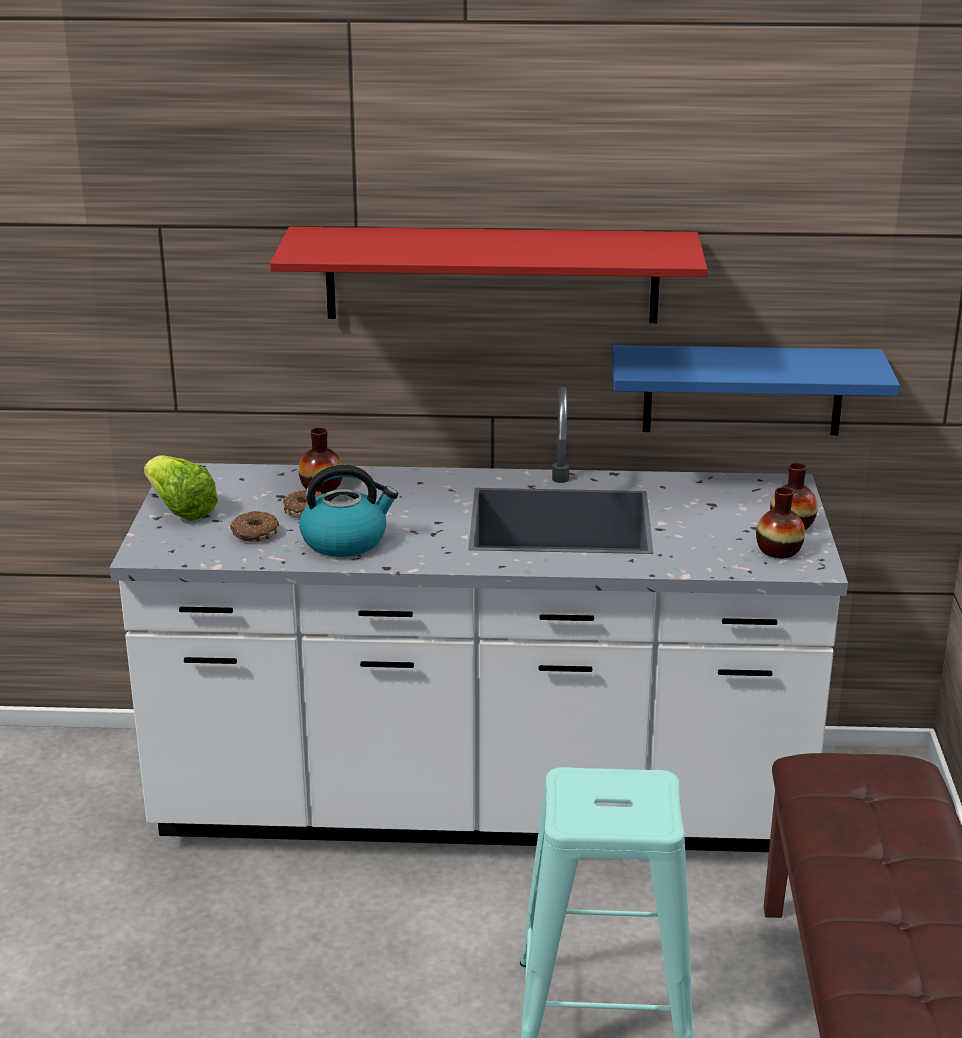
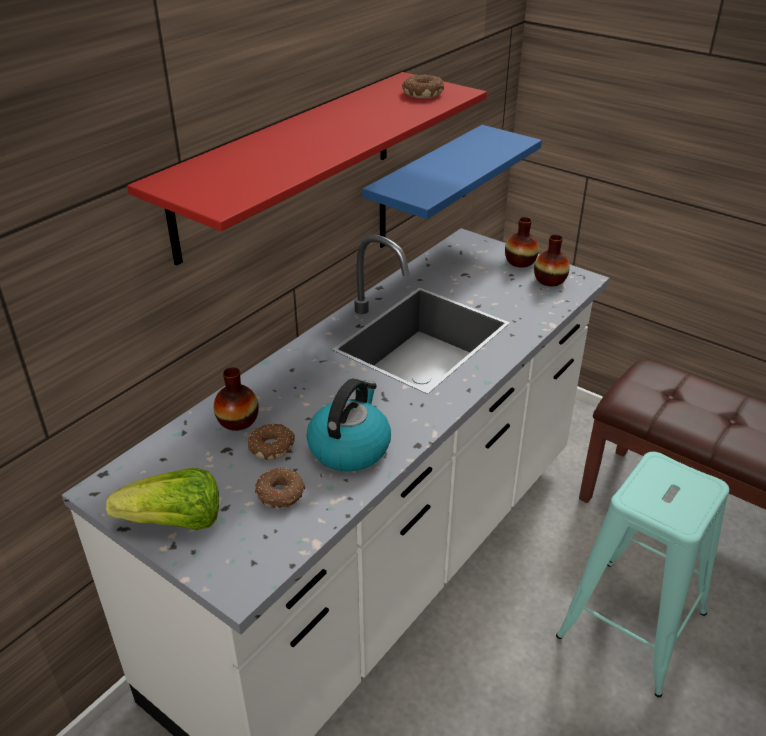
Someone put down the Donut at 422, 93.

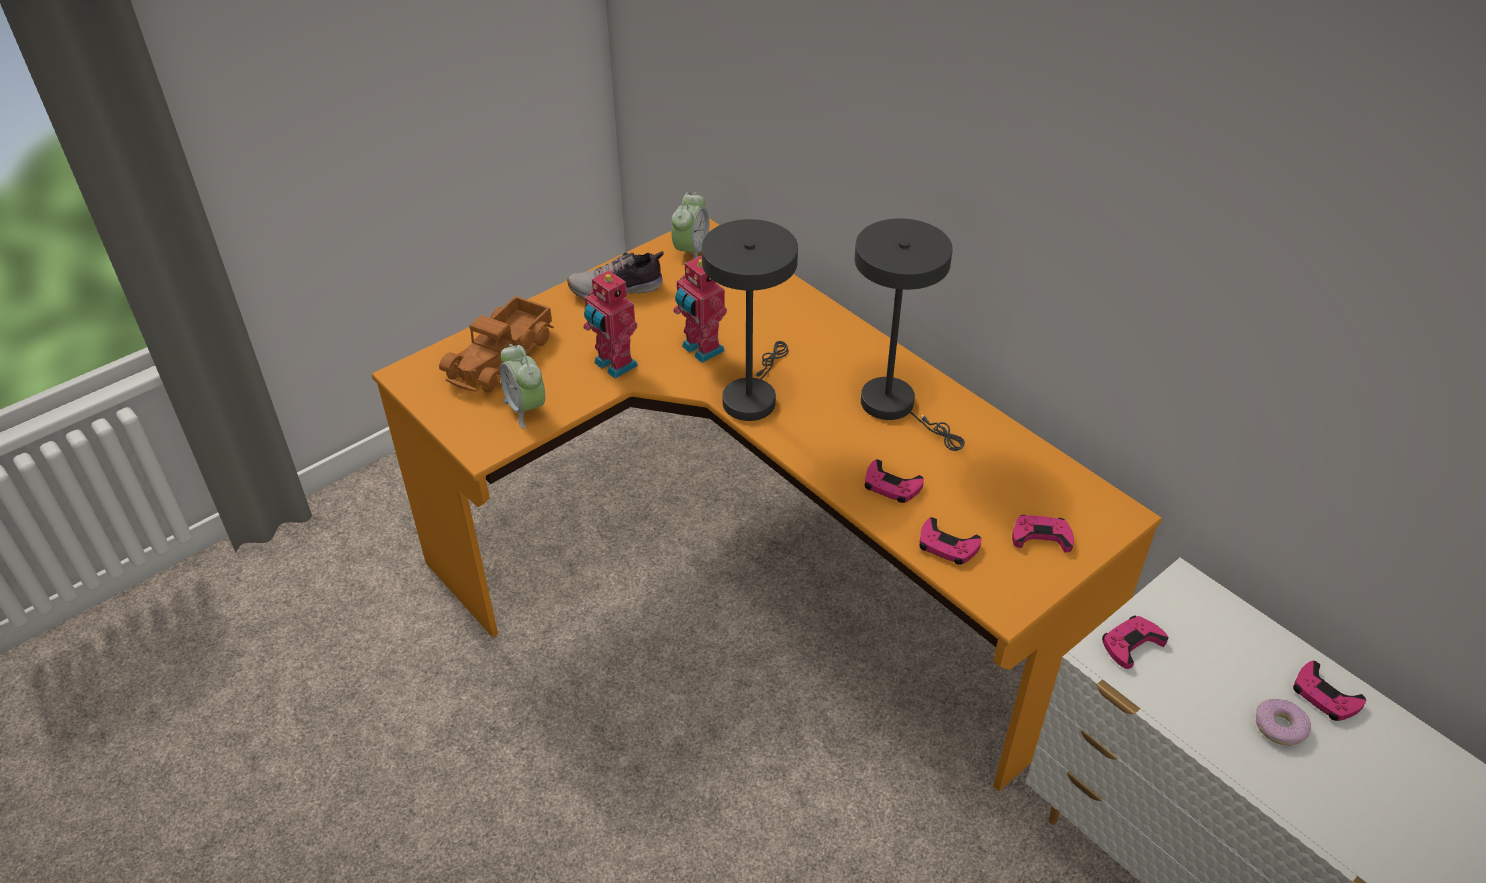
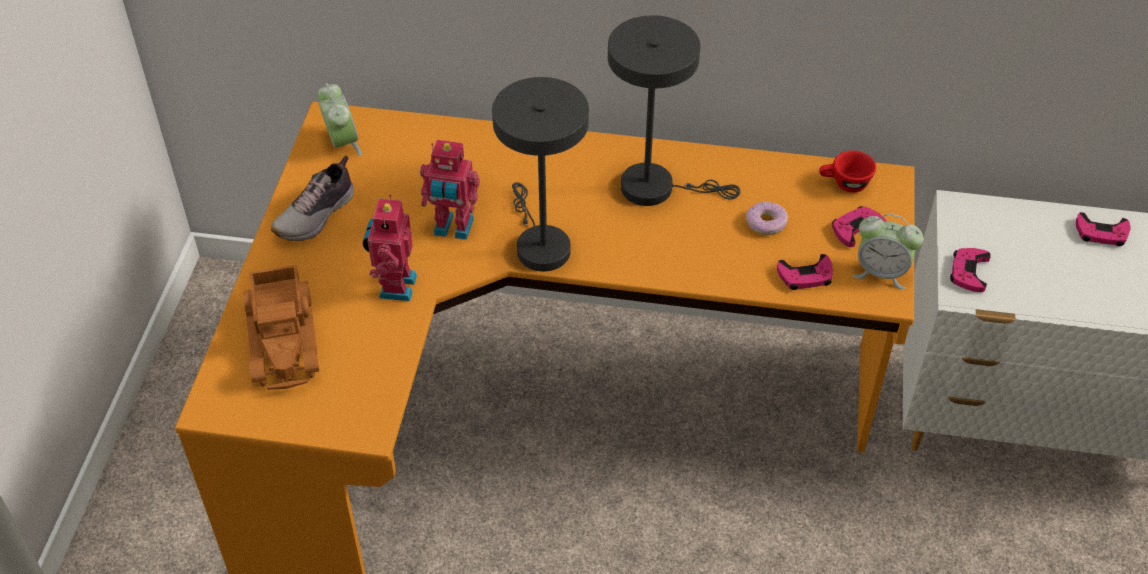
Someone carried the Wecker from 526, 408 to 881, 272. Someone rotated the Spielzeugroboter at 613, 365 by 90 degrees clockwise. Someone took away the Gamepad (rosa) at 891, 486. Someone carried the Donut from 1279, 727 to 766, 223. Someone put down the Tasse (rot) at 844, 184.

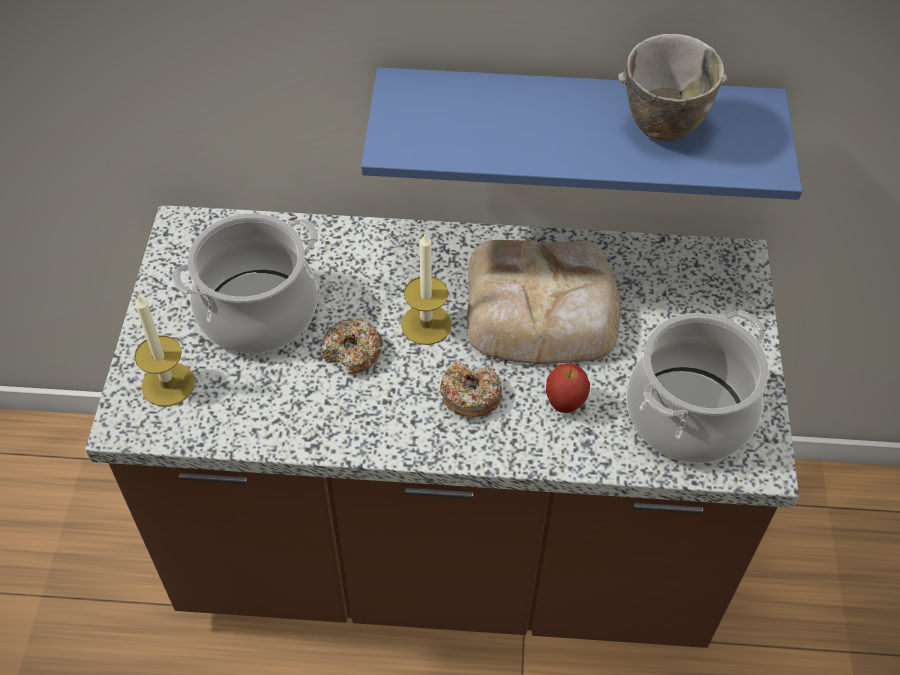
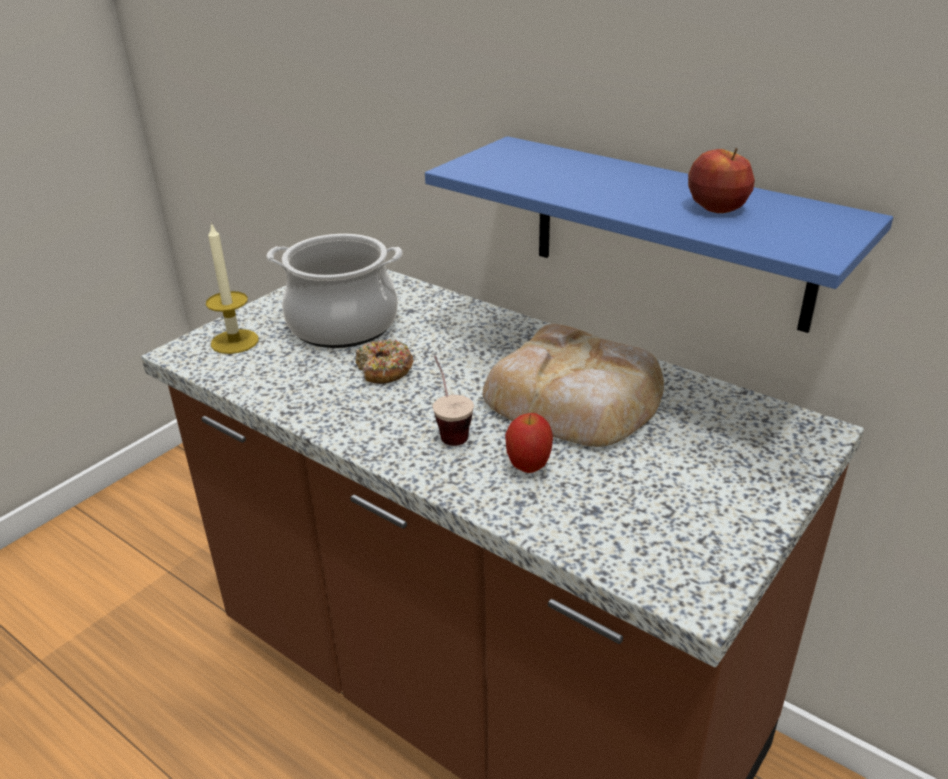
Someone took away the Kerze at 426, 324. Someone swapped the Donut at 470, 395 for the Tasse at 449, 429. Someone swapped the Schüssel at 658, 129 for the Apfel at 716, 208. Someone took away the Kochtopf at 688, 413.

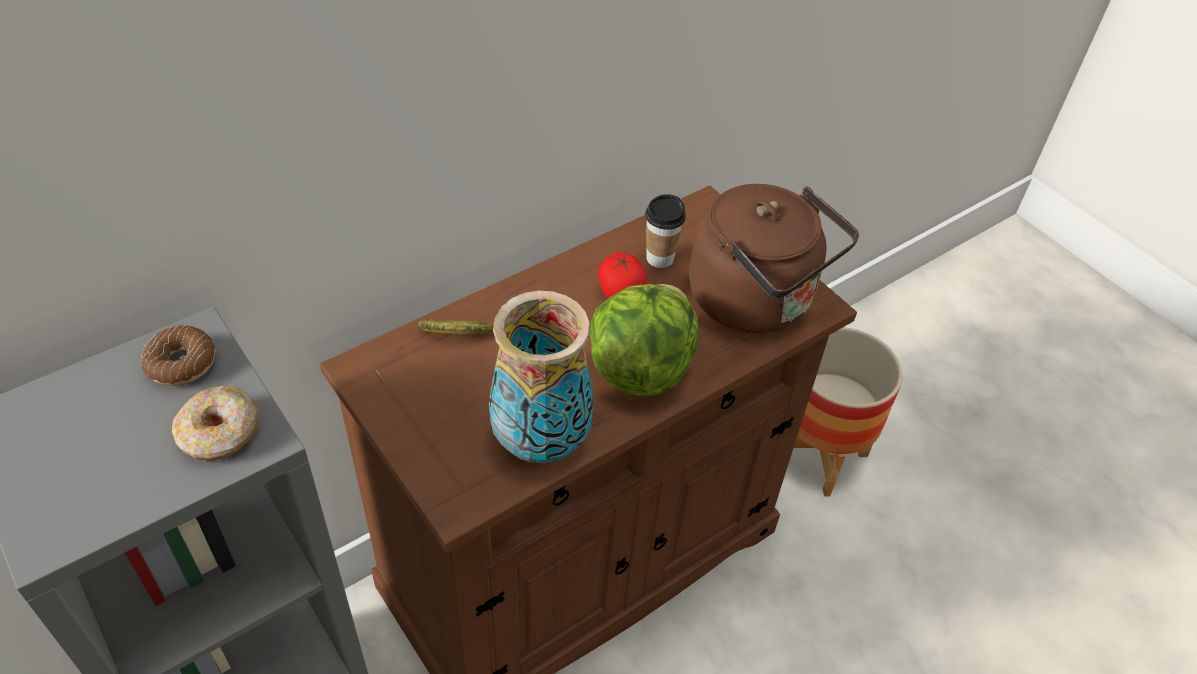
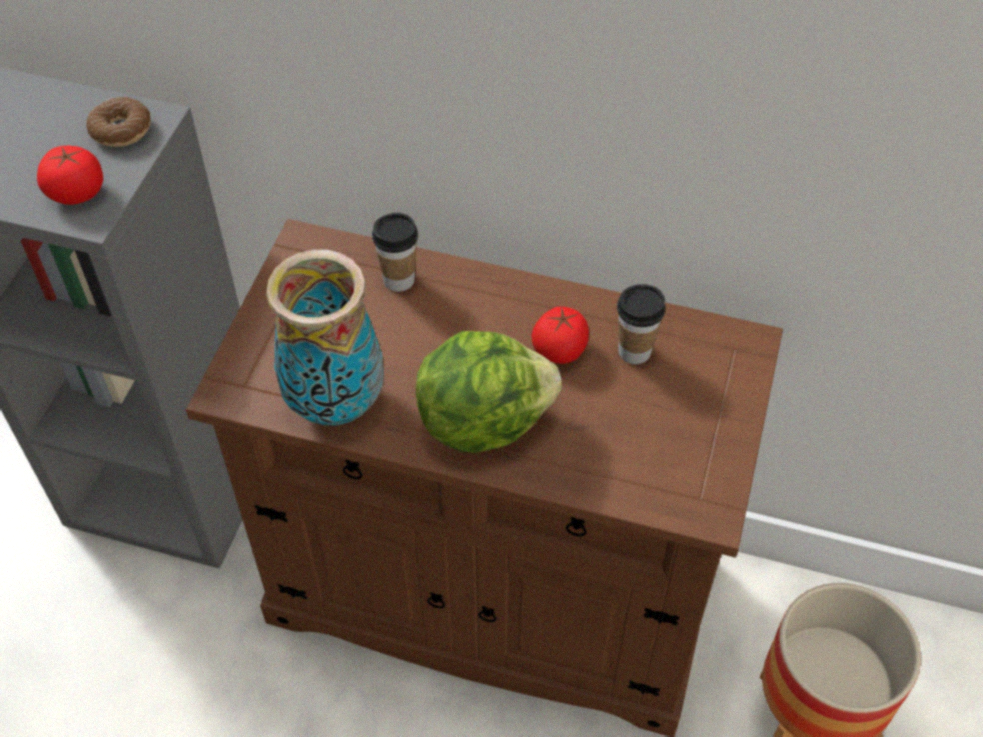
Someone swapped the Donut at 220, 433 for the Tomate at 77, 192. Someone swapped the Banane at 462, 335 for the Tasse at 399, 280. Someone took away the Wasserkessel (braun) at 757, 302.

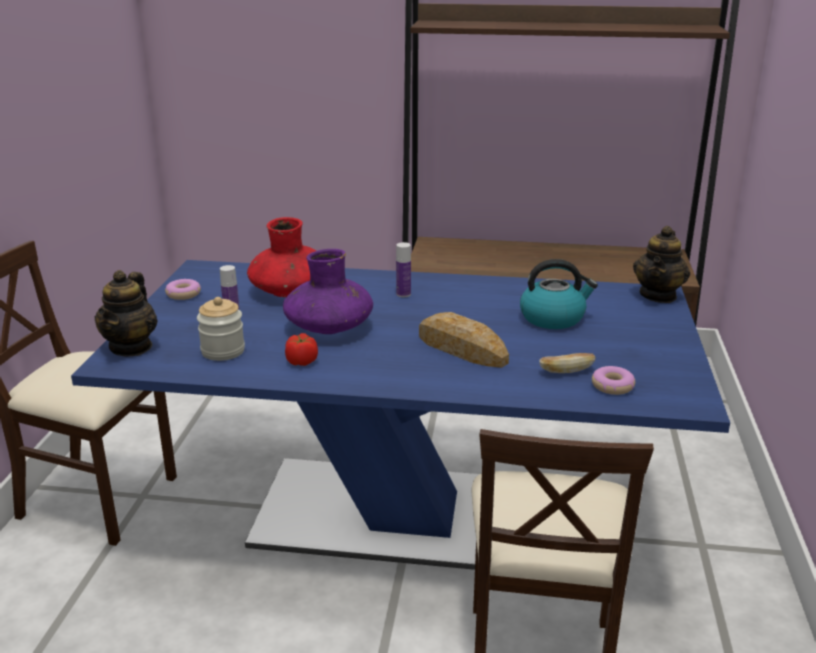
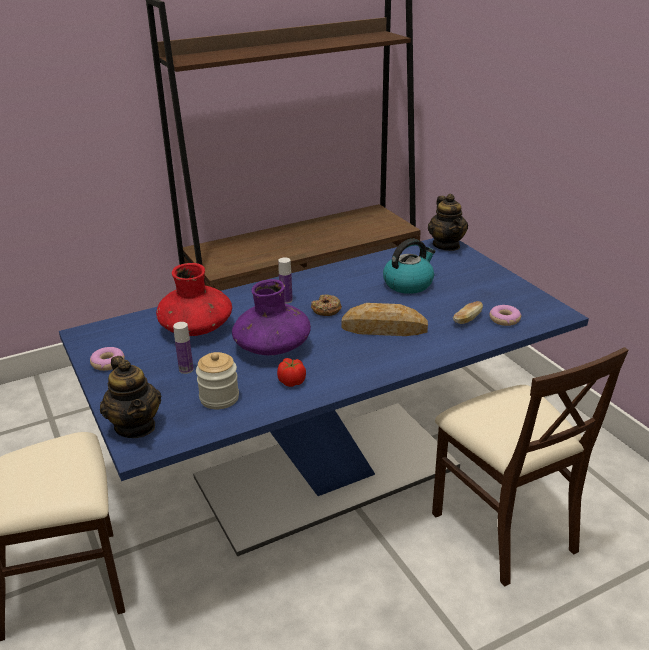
Someone put down the Donut at 326, 310.

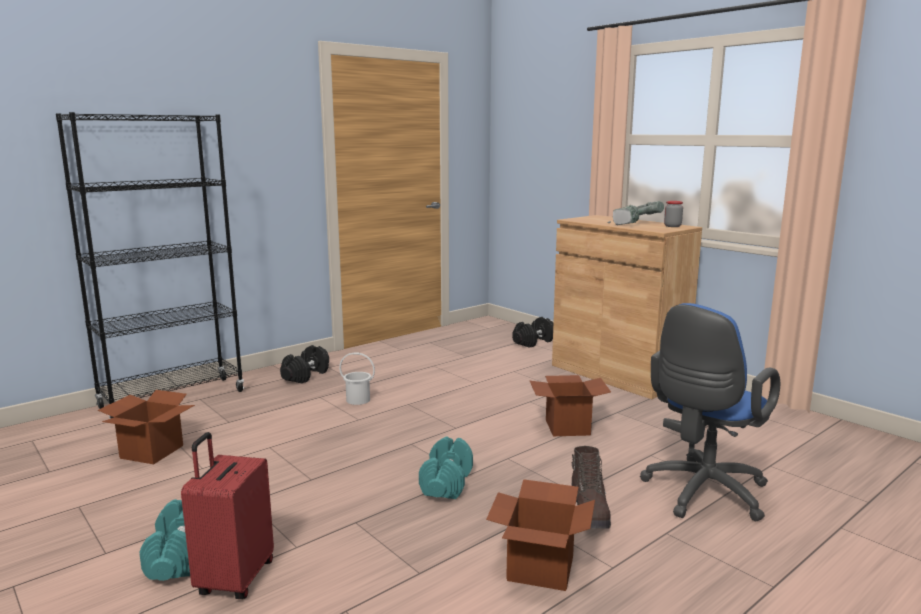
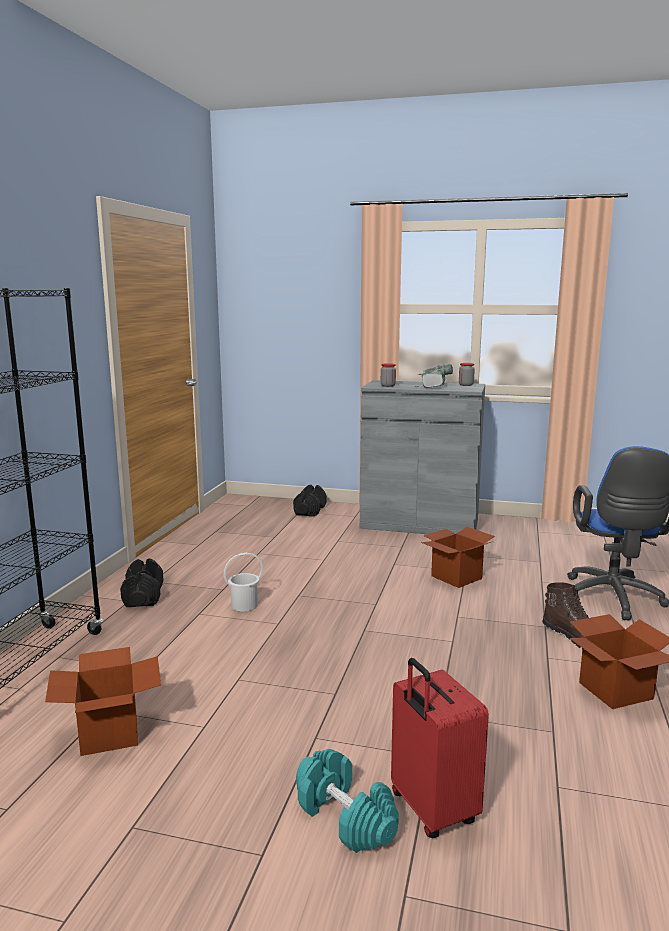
Someone took away the Hantel (türkis) at 446, 483. Someone repainted the Schrank (braun) at 617, 374, which became the Schrank (grau) at 419, 524. Someone put down the Vorratsglas at 388, 386.

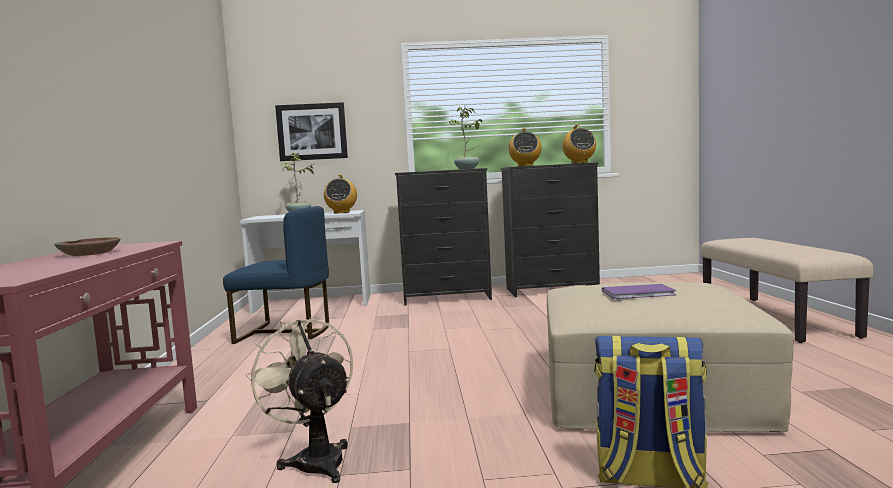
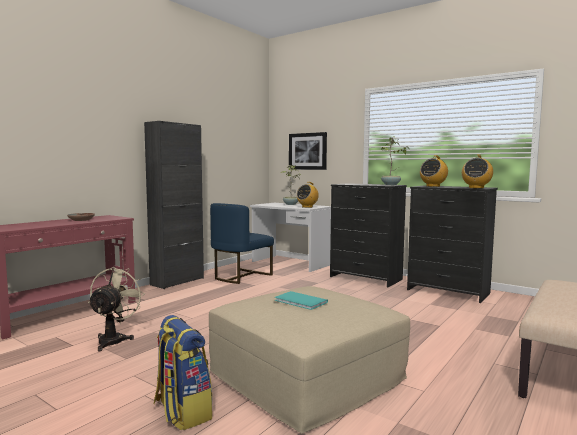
Someone rotated the Stuhl (blau) at 285, 332 by 75 degrees clockwise. Someone repainted the Buch (lila) at 640, 293, which became the Buch (türkis) at 301, 302. Someone put down the Schrank (schwarz) at 177, 281.

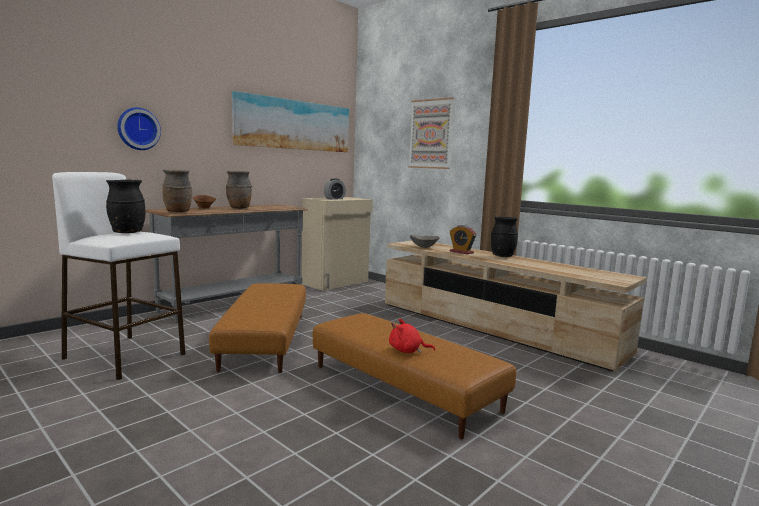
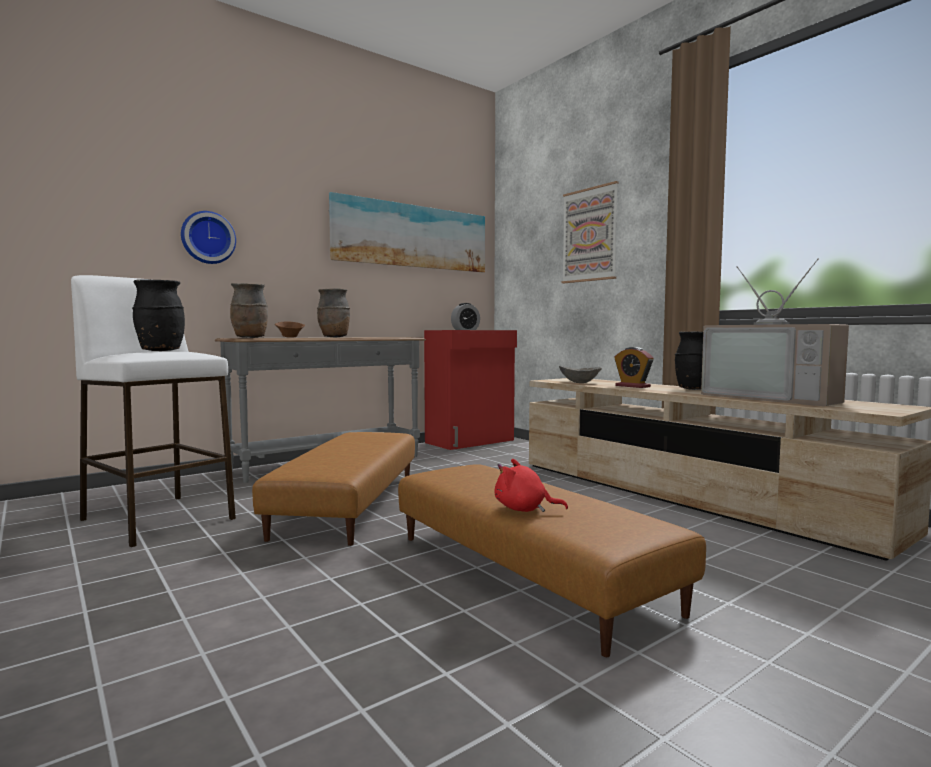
Someone repainted the Schrank (beige) at 336, 282, which became the Schrank (rot) at 471, 441. Someone put down the Fernseher at 773, 398.

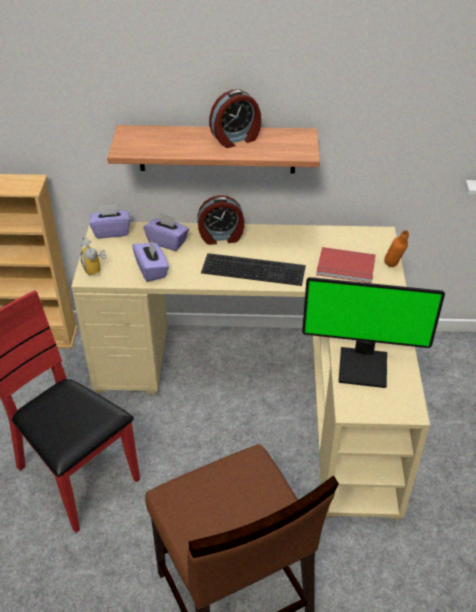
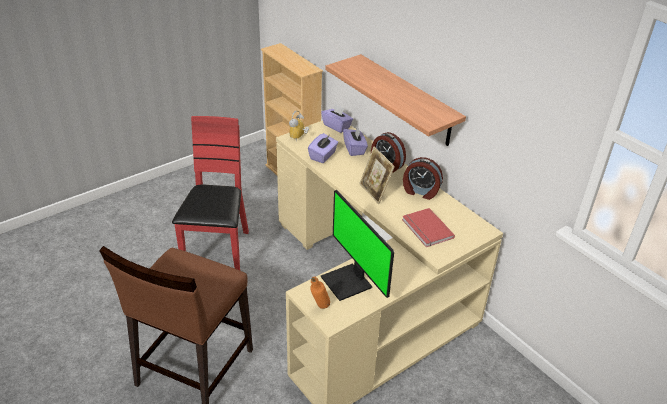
Someone swapped the Tastatur at 255, 268 for the Bilderrahmen at 375, 192. Someone carried the Wecker from 236, 139 to 420, 192. Someone carried the Flasche (orange) from 393, 268 to 319, 309.

